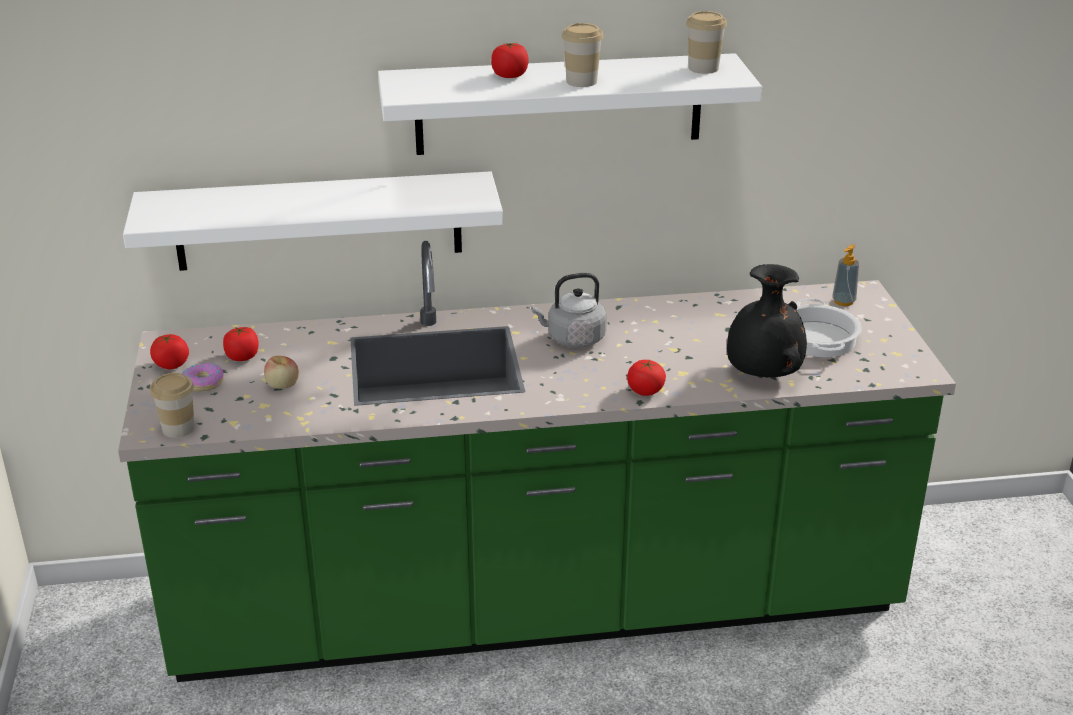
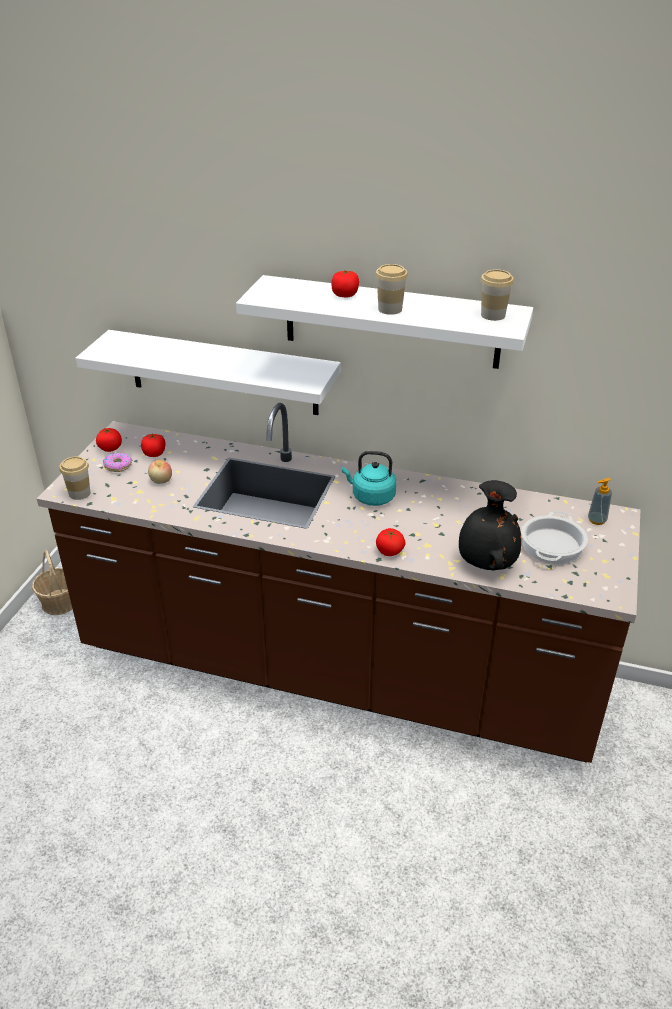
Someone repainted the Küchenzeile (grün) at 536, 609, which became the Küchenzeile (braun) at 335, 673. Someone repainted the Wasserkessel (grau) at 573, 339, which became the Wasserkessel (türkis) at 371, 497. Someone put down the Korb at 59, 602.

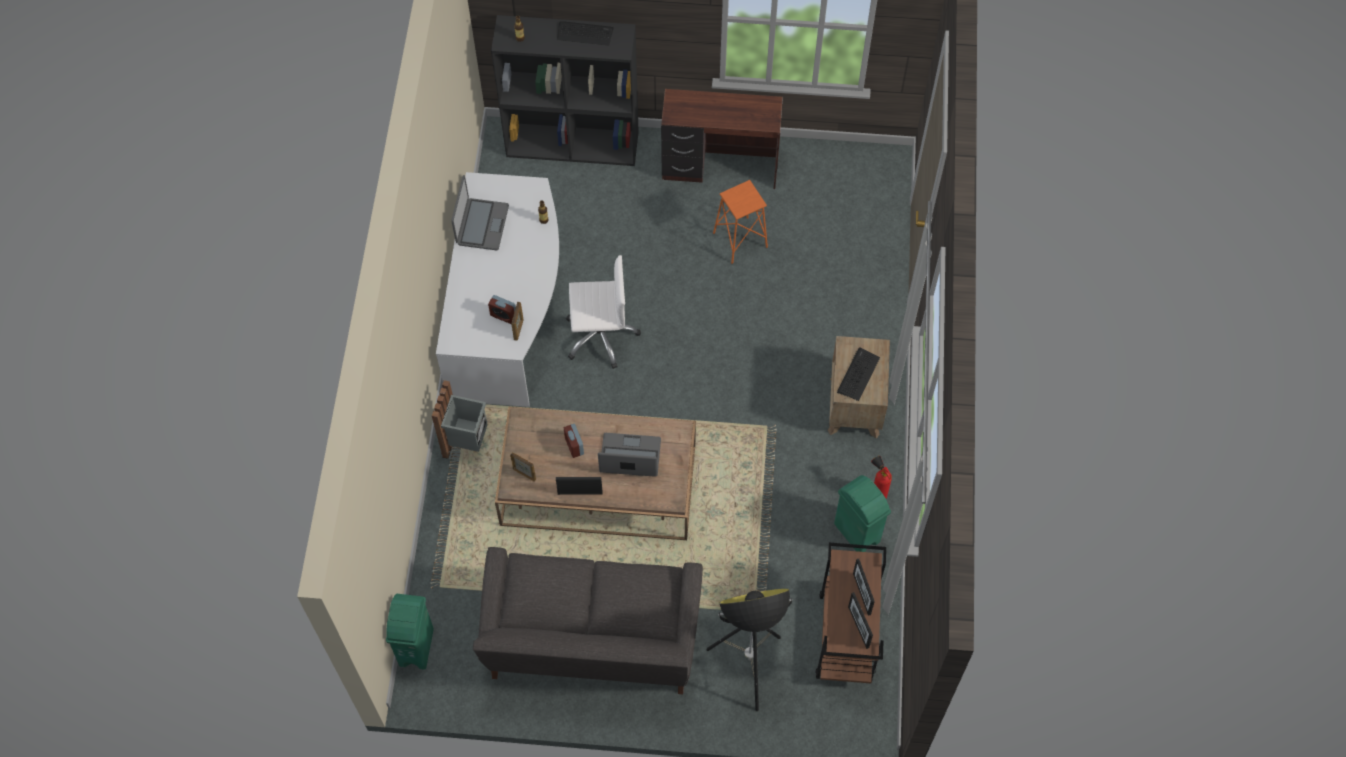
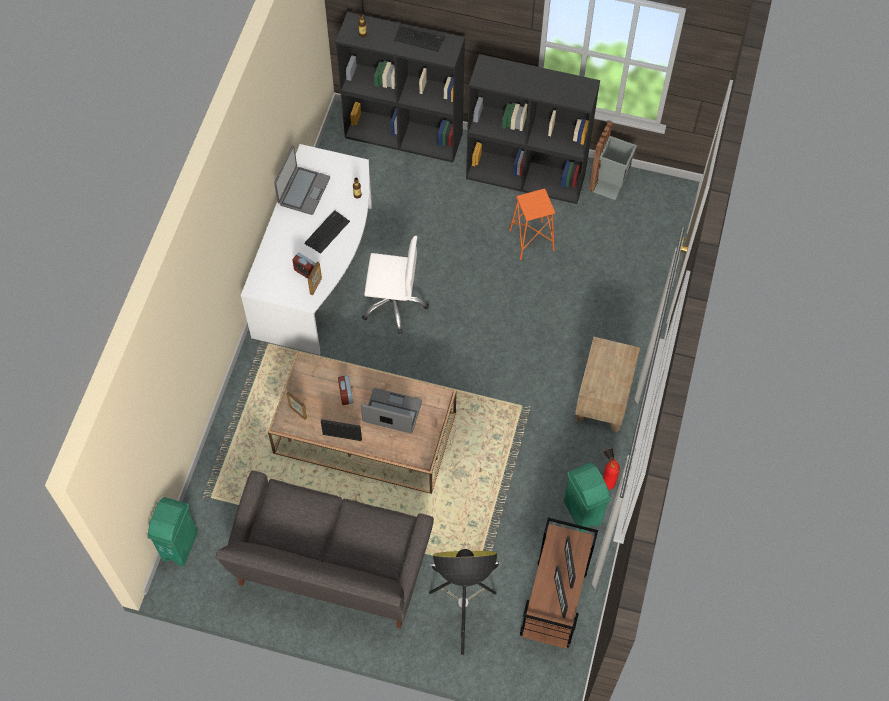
Someone carried the Mülleimer (grau) from 467, 444 to 609, 183. Someone swapped the Schreibtisch (braun) at 720, 168 for the Bücherregal (schwarz) at 526, 176. Someone carried the Tastatur from 858, 374 to 327, 232.

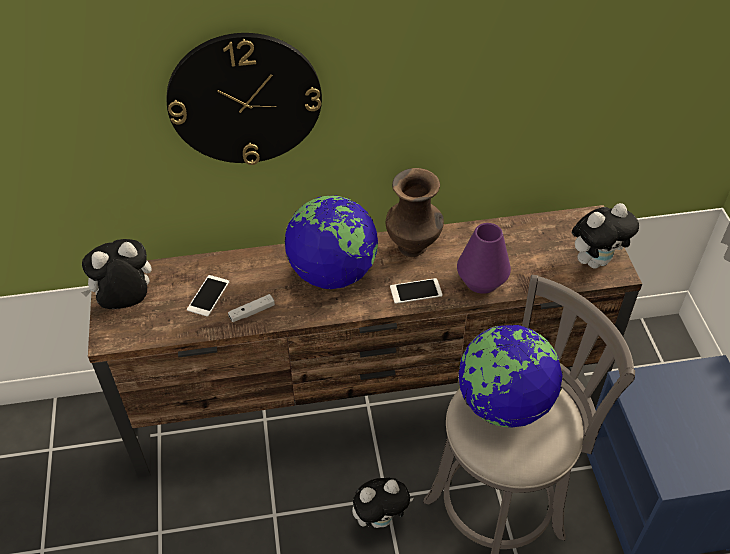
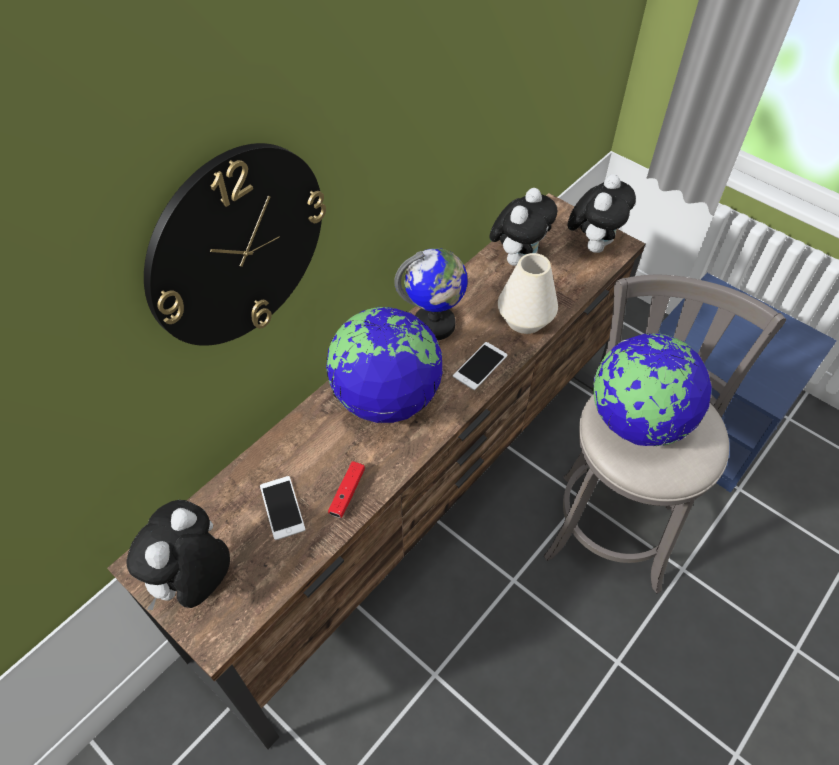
Someone repainted the Gamepad (weiß) at 252, 312, which became the Gamepad (rot) at 347, 493. Someone carried the Plüschtier from 380, 518 to 518, 258. Someone swapped the Vase (braun) at 414, 247 for the Globus at 435, 325. Someone repainted the Vase (lila) at 481, 281, which became the Vase (weiß) at 525, 320.

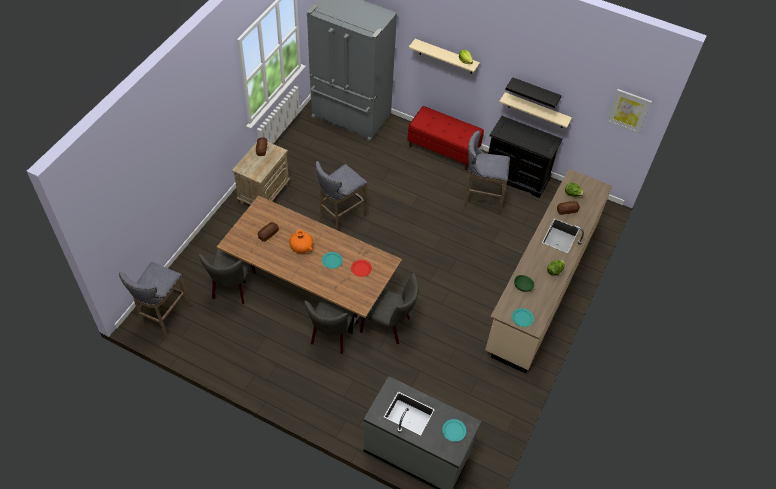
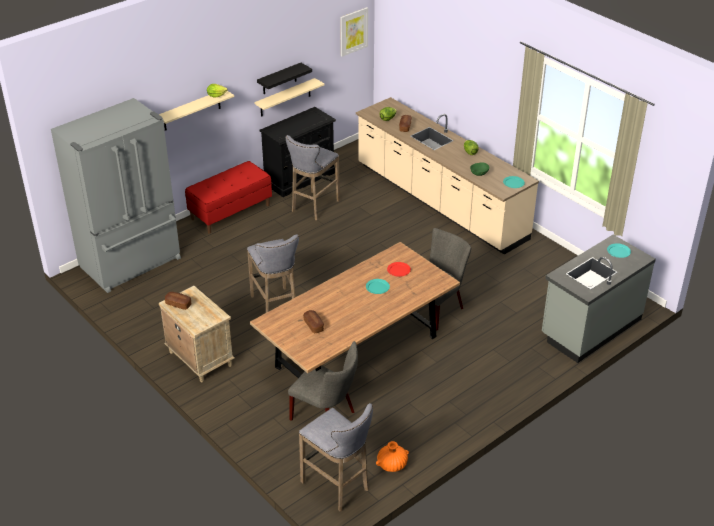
Someone carried the Vase (orange) from 301, 247 to 392, 465. Someone took away the Stuhl (grau) at 332, 335.

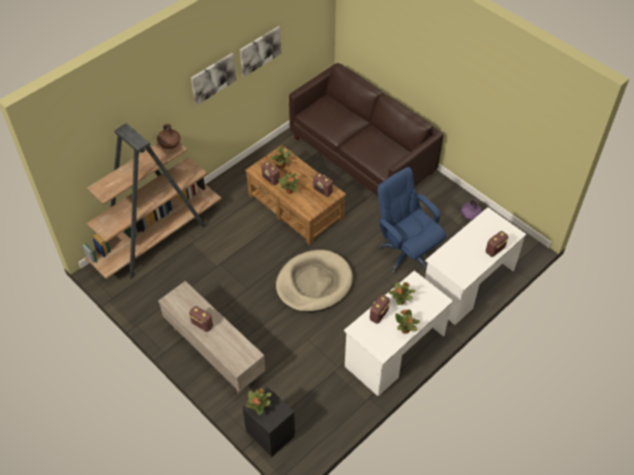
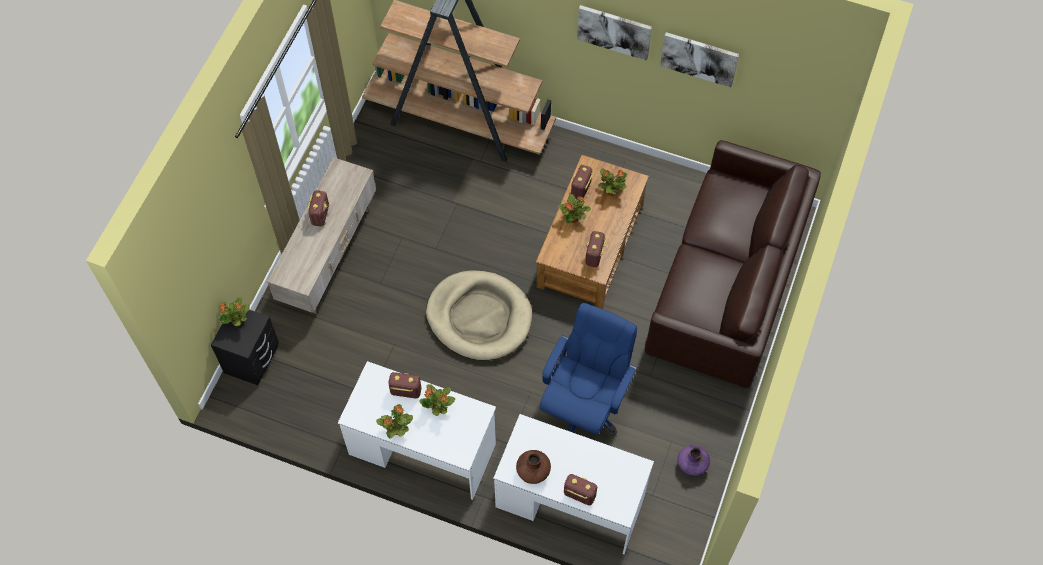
Someone carried the Vase (braun) from 169, 145 to 533, 471.

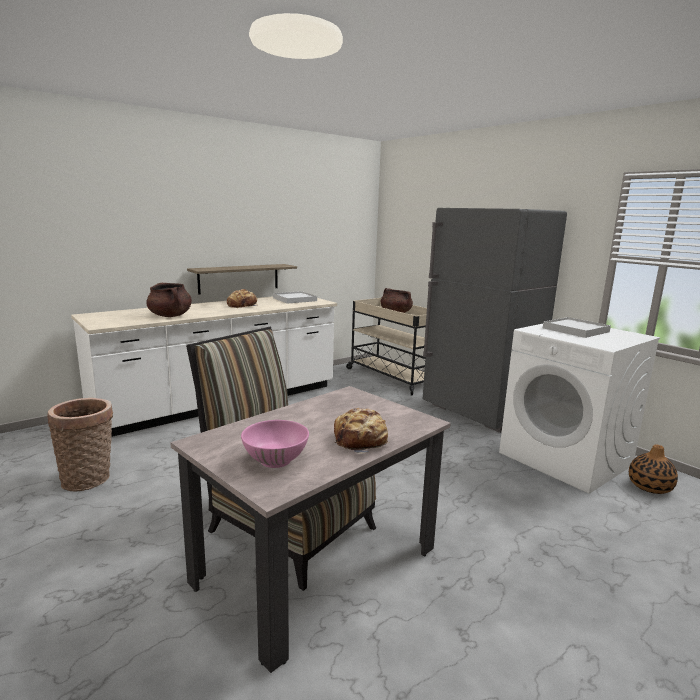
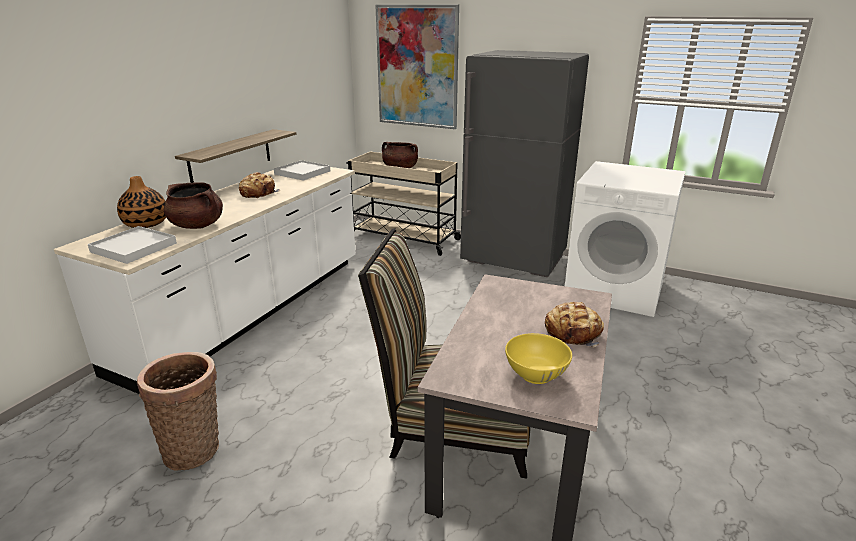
Someone repainted the Schüssel (rosa) at 275, 460, which became the Schüssel (gelb) at 535, 374. Someone carried the Tablett (weiß) from 575, 330 to 134, 247. Someone carried the Vase from 650, 487 to 146, 224. Someone put up the Bild at 417, 67.

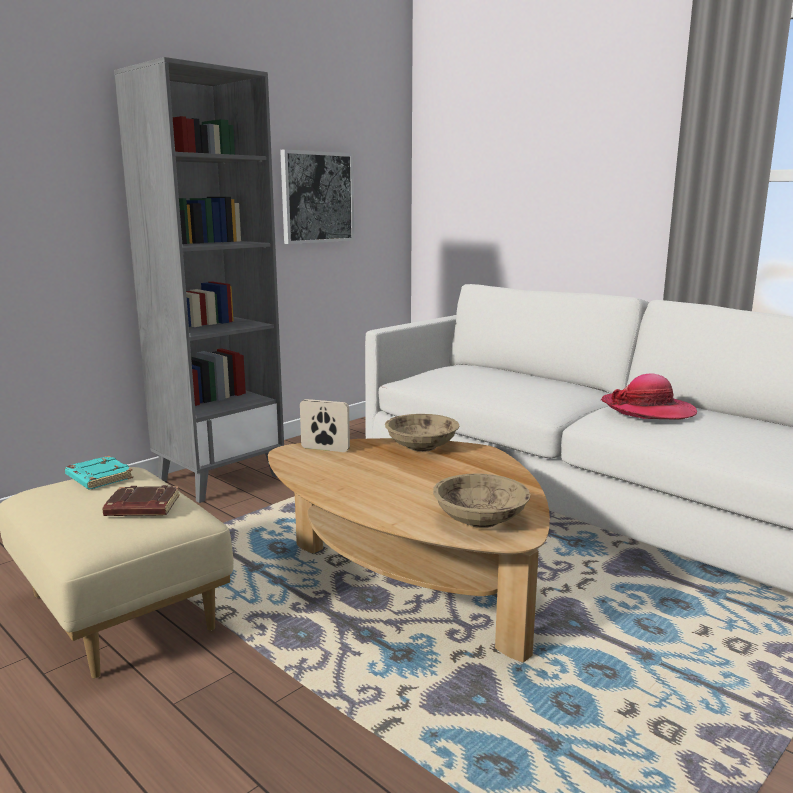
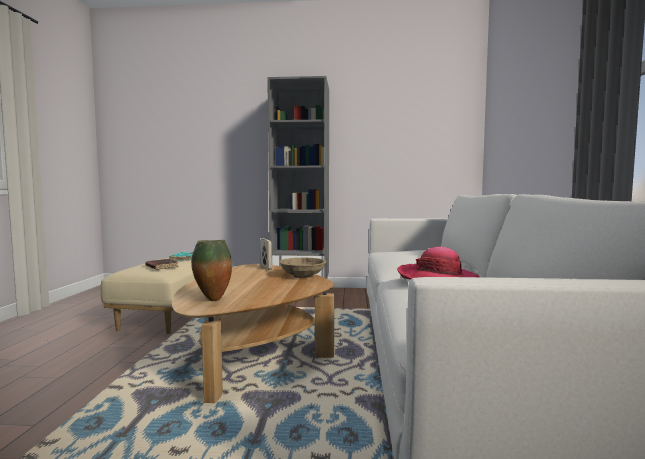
Someone took away the Bild at 317, 197. Someone swapped the Schüssel (beige) at 480, 519 for the Vase at 212, 300.

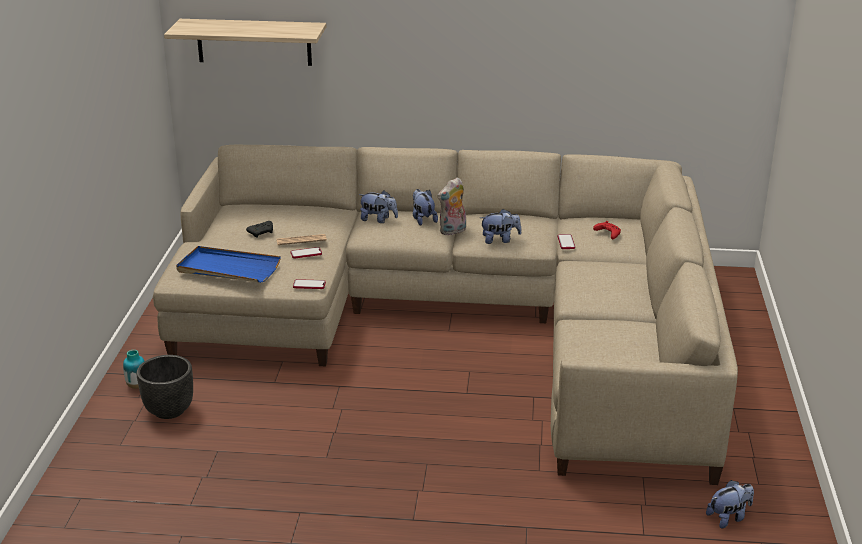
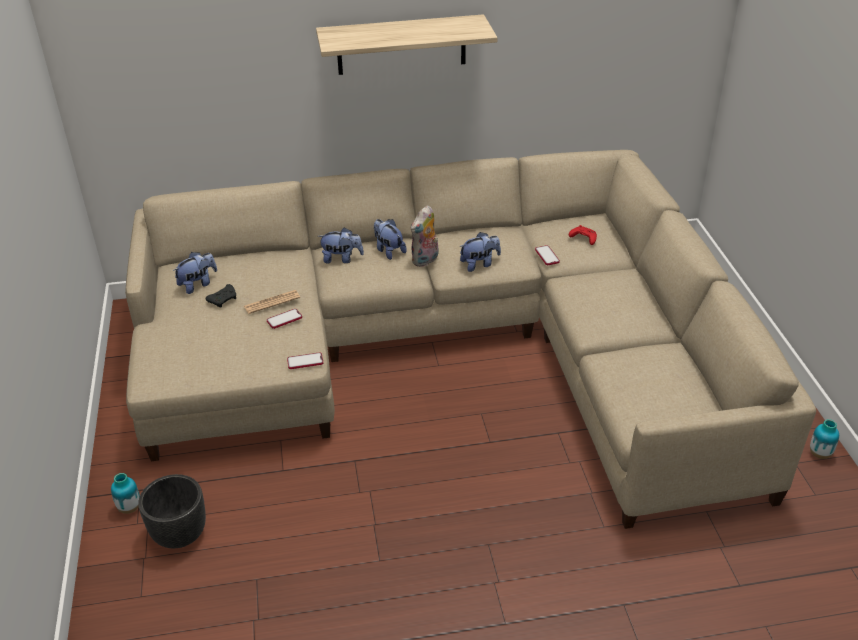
Someone carried the Wandregal from 254, 42 to 401, 45. Someone took away the Tablett (blau) at 228, 268. Someone carried the Plüschtier from 729, 517 to 198, 284. Someone put down the Vase at 819, 454.

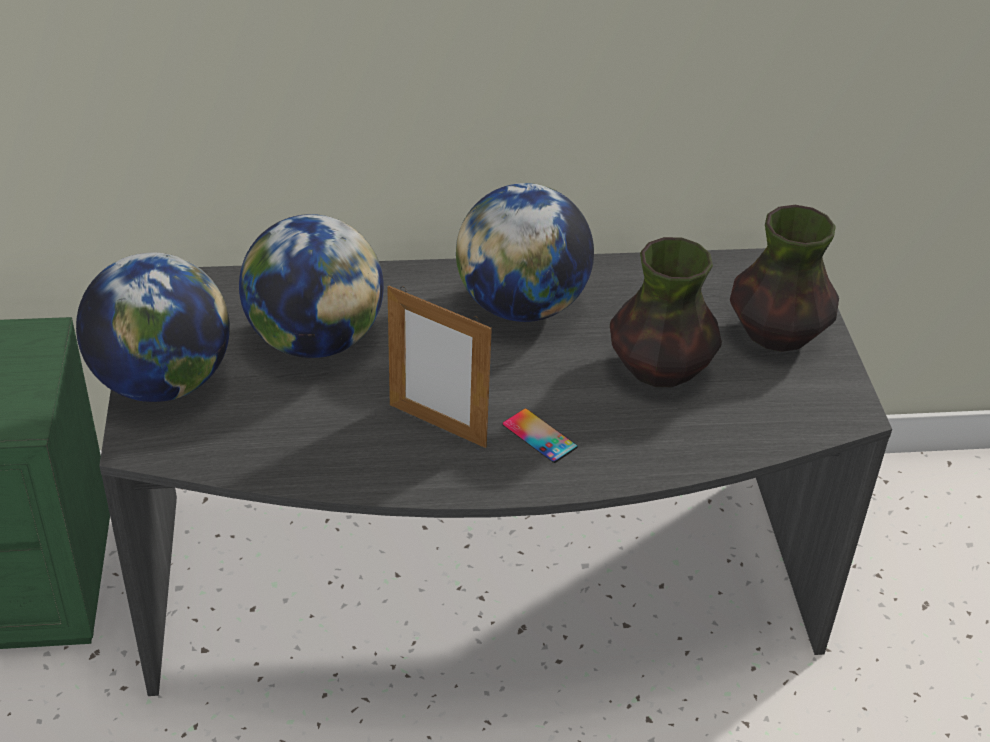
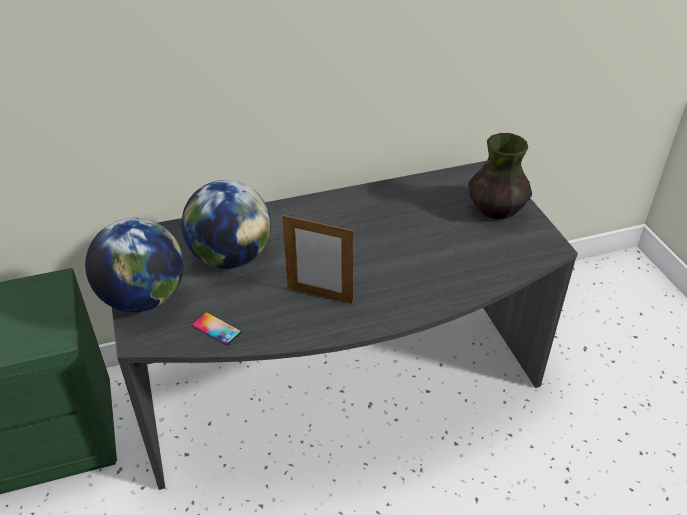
Someone took away the Globus at 521, 306. Someone carried the Handy from 539, 436 to 216, 328. Someone took away the Vase at 660, 370.

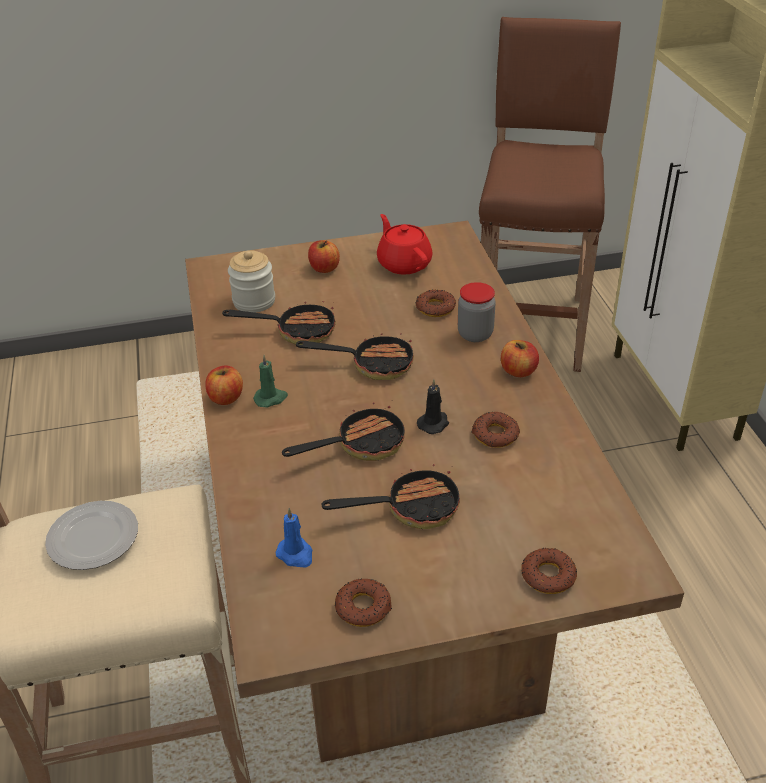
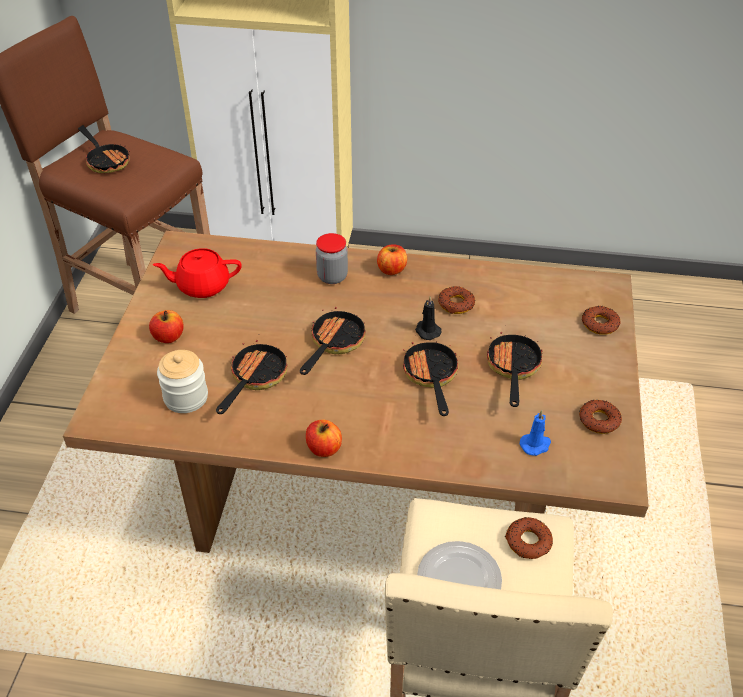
Someone took away the Kerze (grün) at 271, 398. Someone carried the Donut from 435, 308 to 528, 542. Someone put down the Pfanne at 106, 160.

